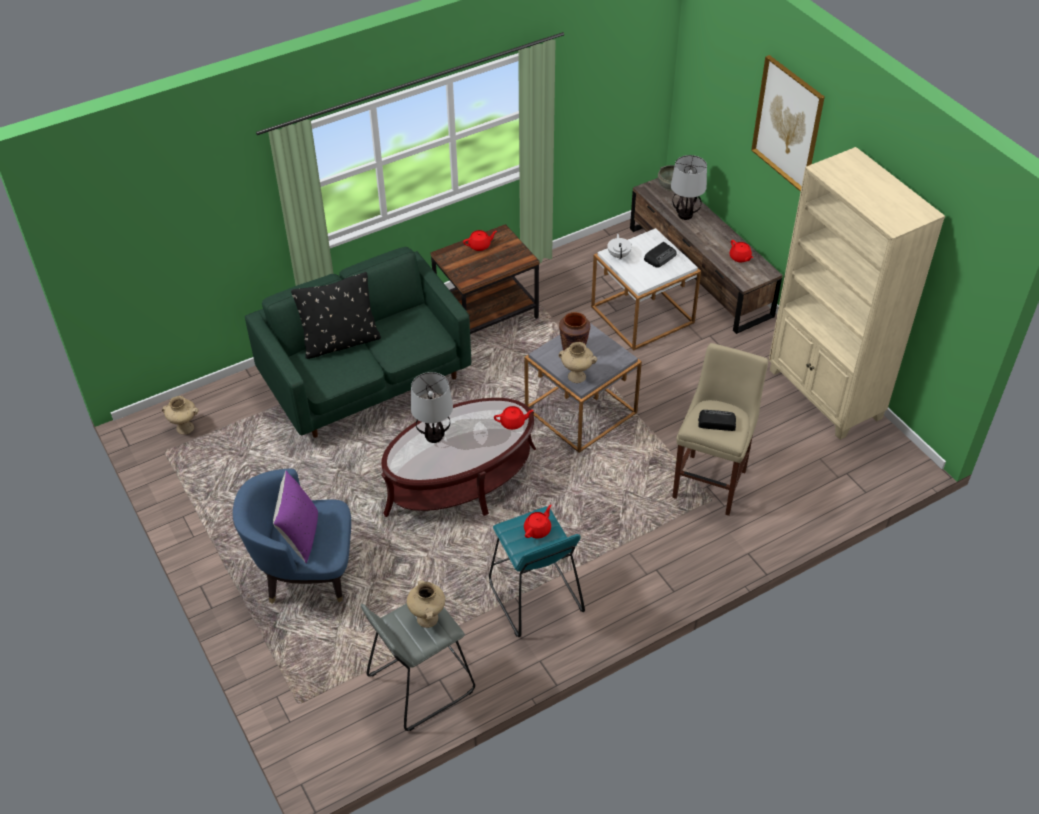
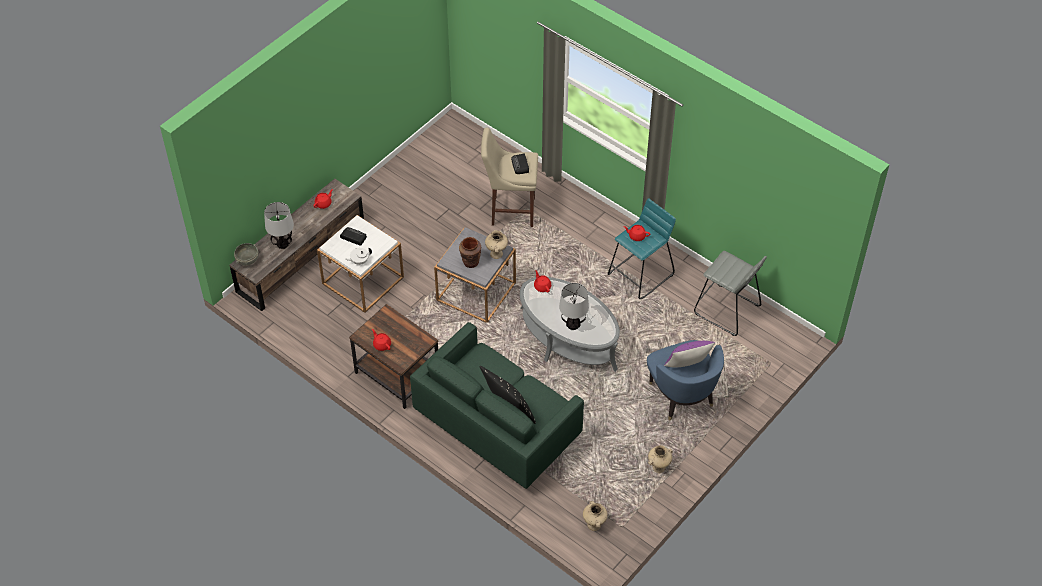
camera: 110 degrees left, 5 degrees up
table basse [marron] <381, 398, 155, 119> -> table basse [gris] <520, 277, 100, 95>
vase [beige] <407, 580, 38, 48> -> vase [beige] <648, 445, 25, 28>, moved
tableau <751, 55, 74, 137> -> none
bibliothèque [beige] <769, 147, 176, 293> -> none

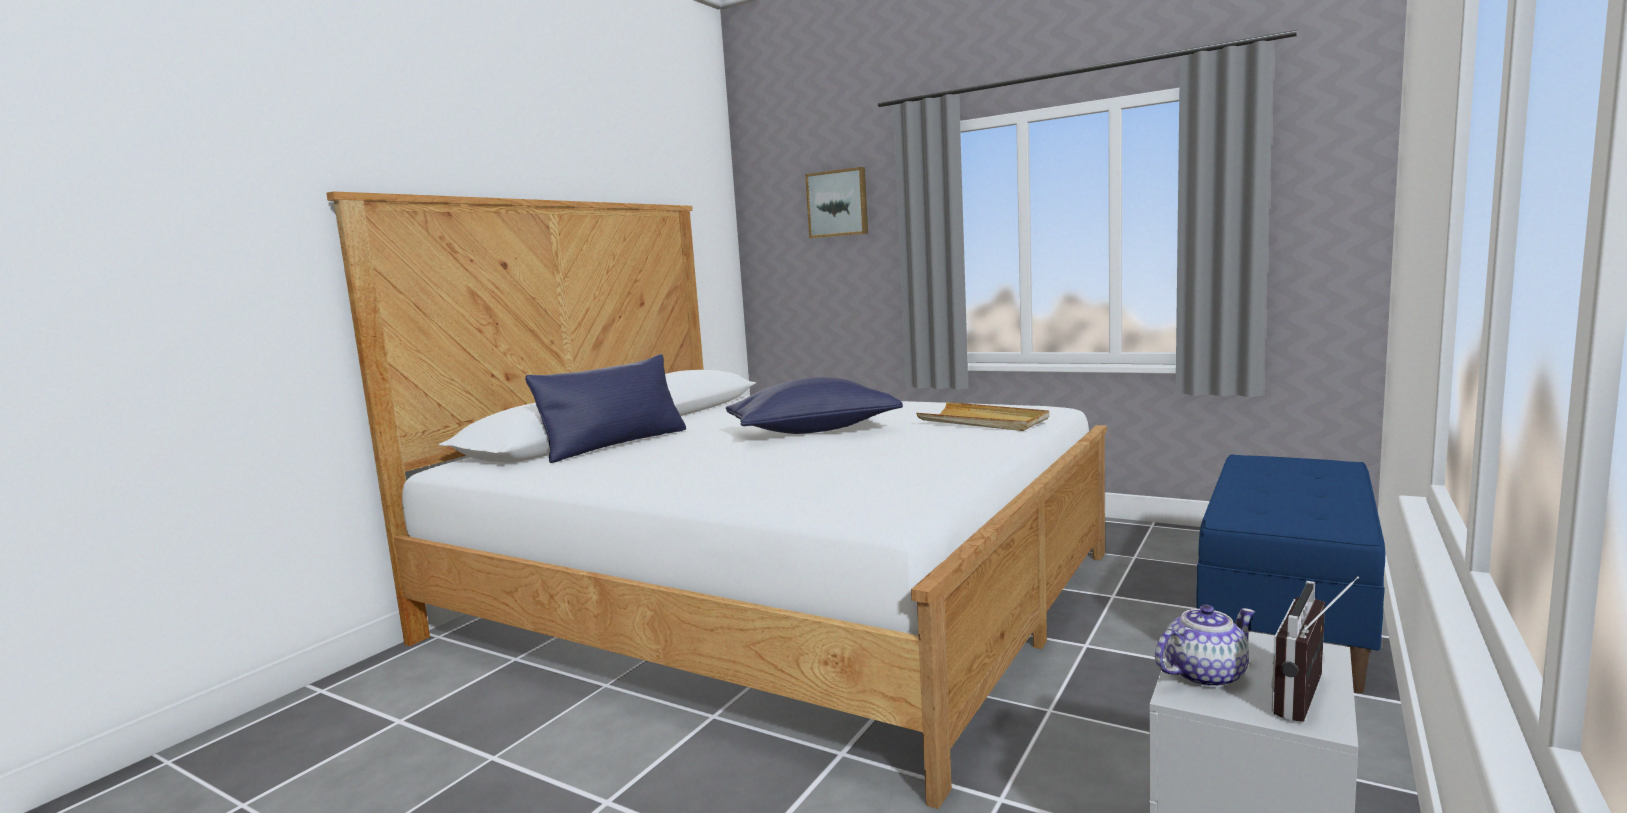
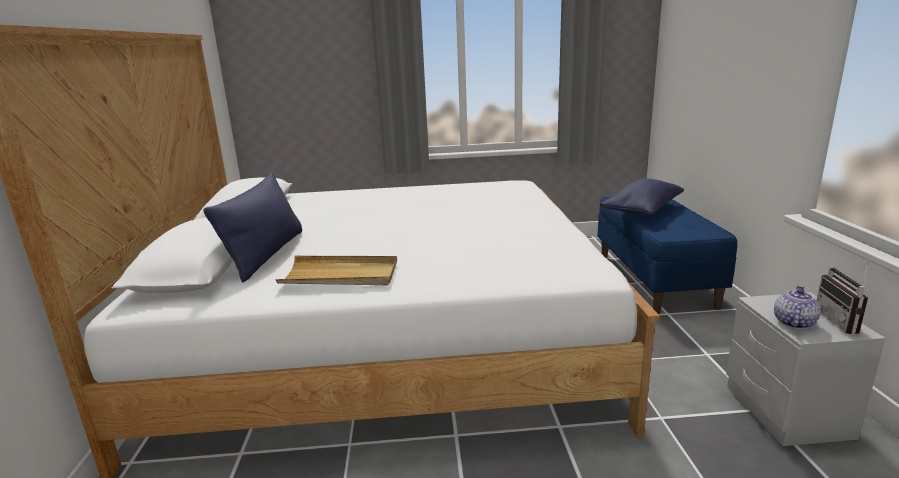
camera: 35 degrees left, 10 degrees up
plateau [beige] <916, 402, 133, 29> -> plateau [beige] <275, 256, 122, 29>, moved
coussin [bleu] <726, 377, 177, 57> -> coussin [bleu] <600, 179, 84, 36>, moved
tableau <805, 167, 63, 71> -> none

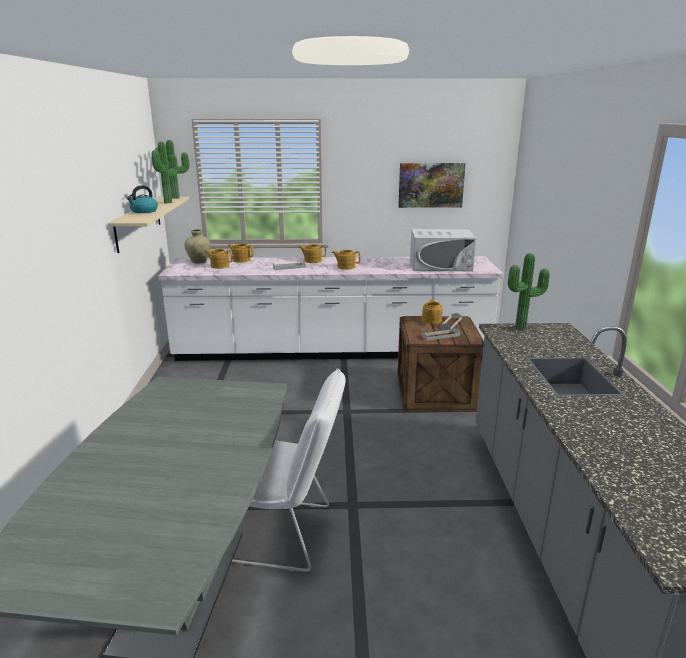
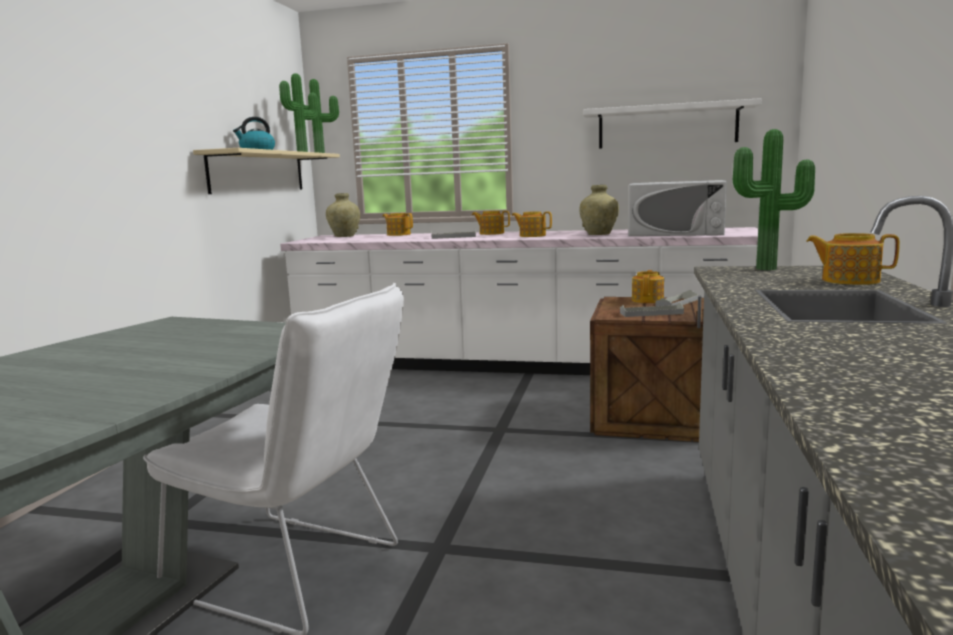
camera: 15 degrees right, 10 degrees down
none -> vase [beige] <579, 185, 40, 50>
tableau <398, 163, 68, 45> -> étagère [blanc] <583, 98, 178, 51>
théière <205, 249, 28, 20> -> théière <807, 233, 93, 52>, moved

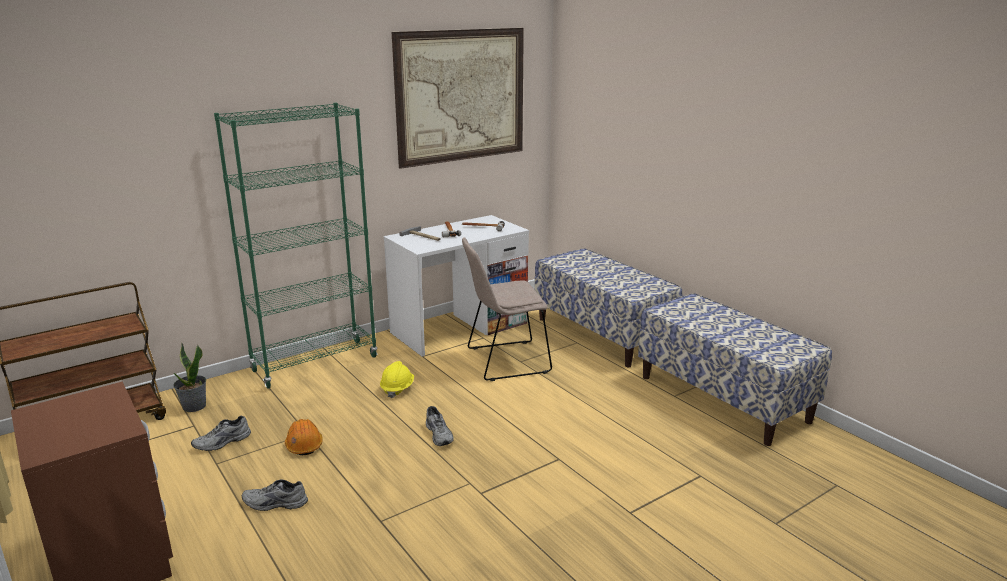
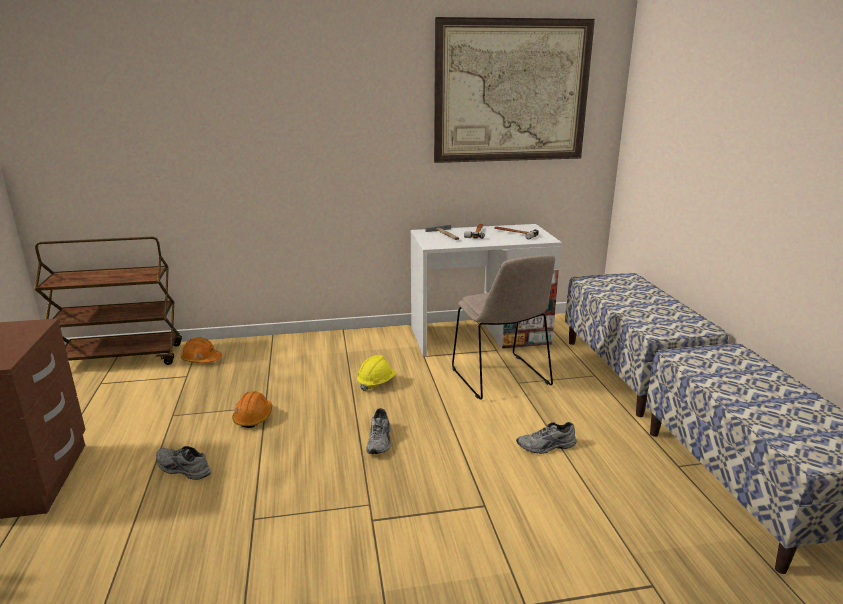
camera: 25 degrees right, 0 degrees up
plante en pot <173, 344, 33, 68> -> casque de chantier [orange] <181, 337, 41, 26>
chaise [beige] <462, 237, 90, 144> -> chaise [beige] <452, 255, 103, 145>, 120 degrees counterclockwise
chaussure [gris] <191, 416, 60, 35> -> chaussure [gris] <516, 422, 61, 32>, moved
bibliothèque [vert] <214, 103, 164, 286> -> none

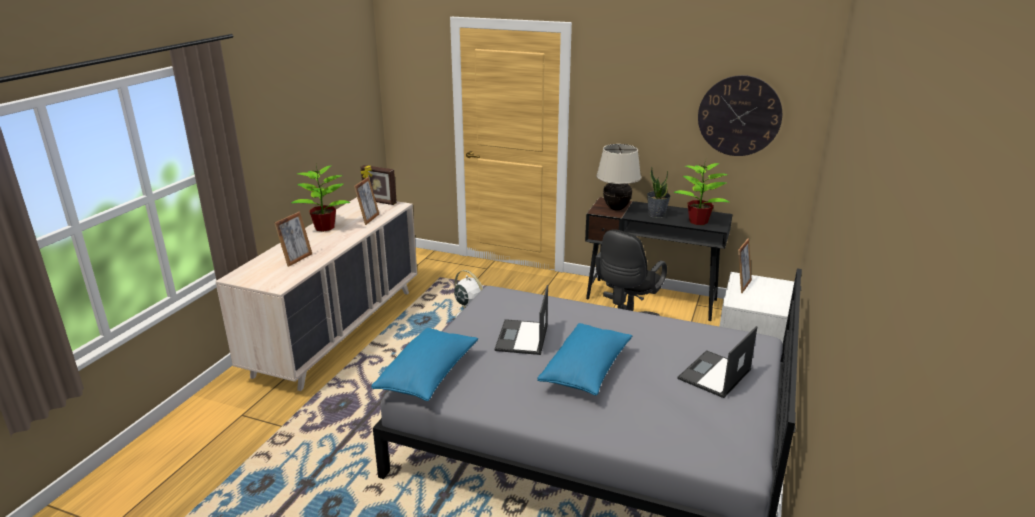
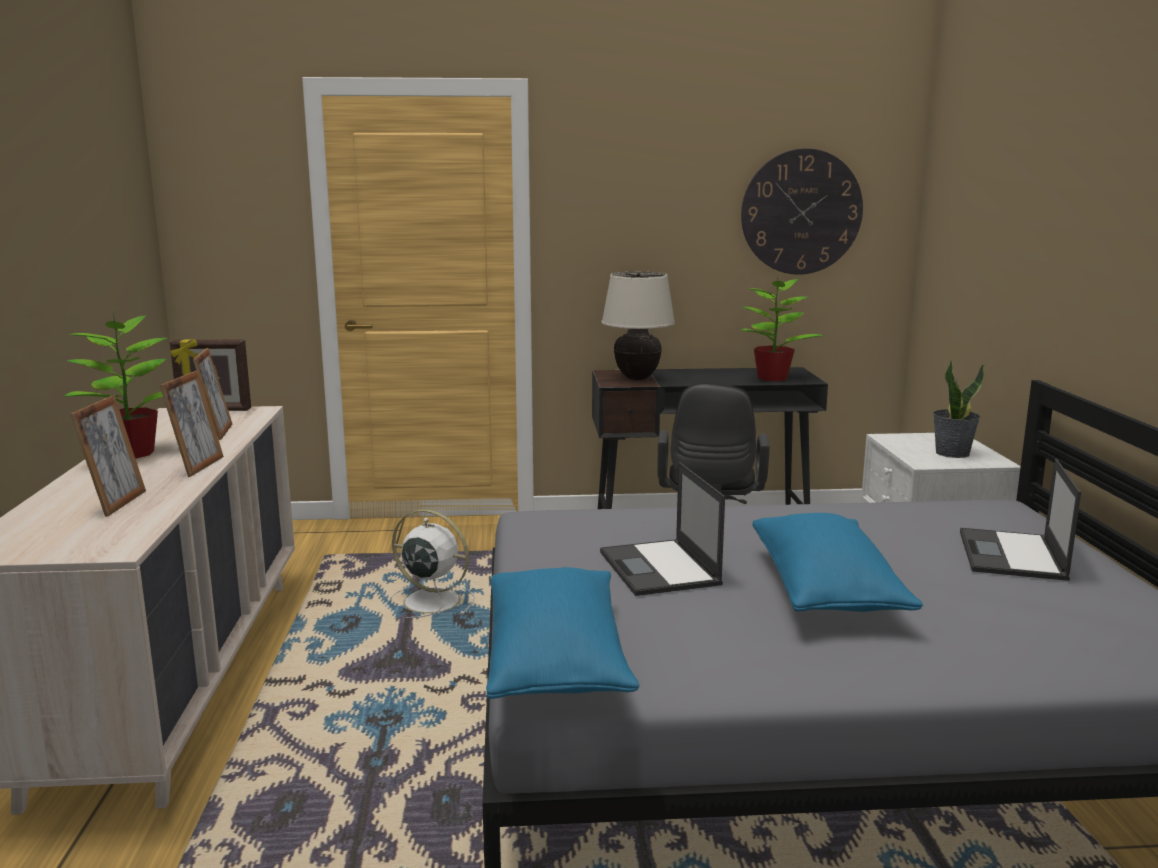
camera: 25 degrees left, 10 degrees down
cadre photo <738, 238, 14, 55> -> cadre photo <160, 370, 64, 107>, moved
plante en pot <647, 166, 23, 52> -> plante en pot <933, 359, 51, 99>, moved

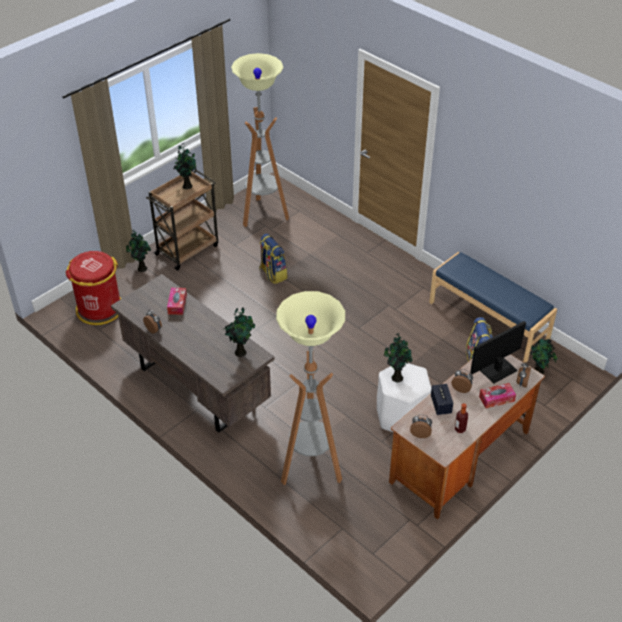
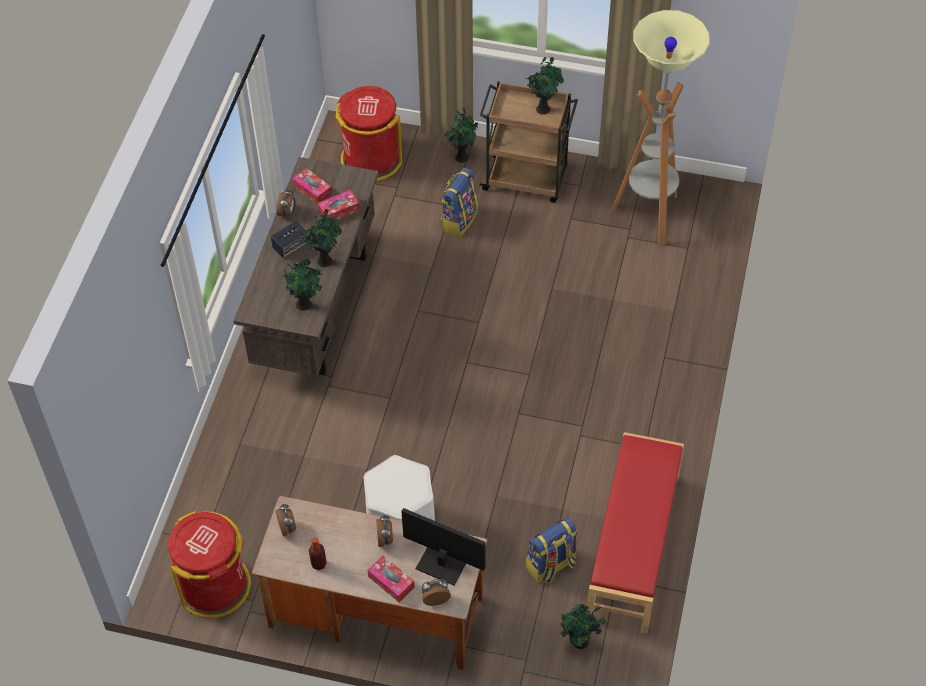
camera: 60 degrees right, 10 degrees up
none -> poubelle [rouge] <168, 511, 83, 107>
enceinte <431, 384, 22, 31> -> enceinte <271, 221, 36, 37>, moved
none -> boîte à mouchoirs <292, 168, 40, 37>
plante en pot <384, 333, 29, 49> -> plante en pot <301, 209, 41, 58>, moved
sac à dos <259, 233, 28, 51> -> sac à dos <440, 168, 38, 69>, moved
banc [bleu] <429, 252, 128, 110> -> banc [rouge] <587, 432, 97, 202>
lampadaire <276, 291, 69, 194> -> none

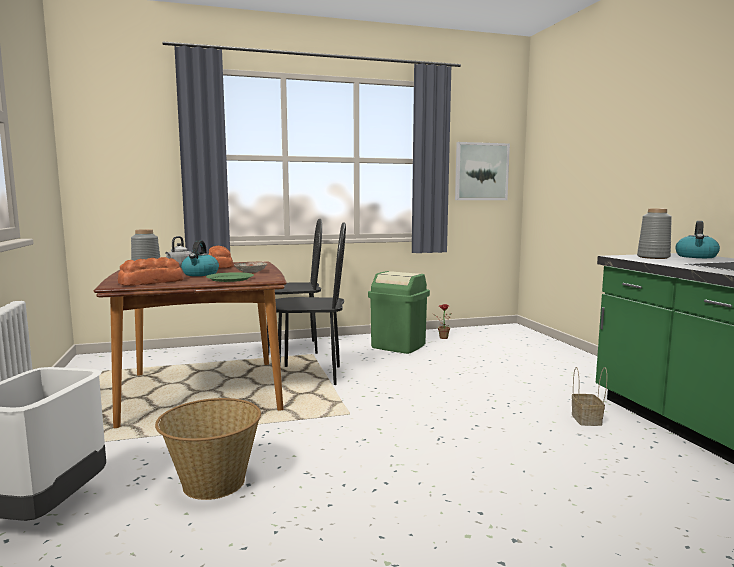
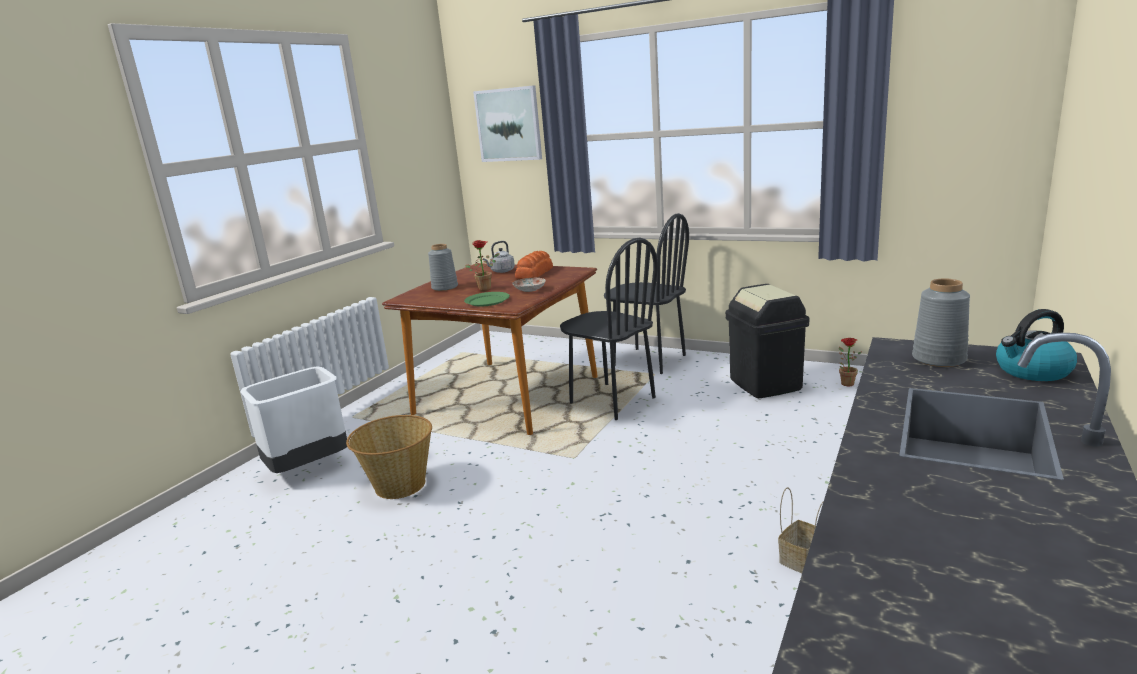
camera: 45 degrees right, 10 degrees up
bouilloire <181, 240, 38, 36> -> plante en pot <465, 240, 35, 51>
tableau <455, 142, 55, 58> -> tableau <473, 85, 69, 77>, moved
poubelle [vert] <368, 271, 62, 83> -> poubelle [noir] <725, 284, 84, 114>
pain <118, 257, 65, 29> -> none

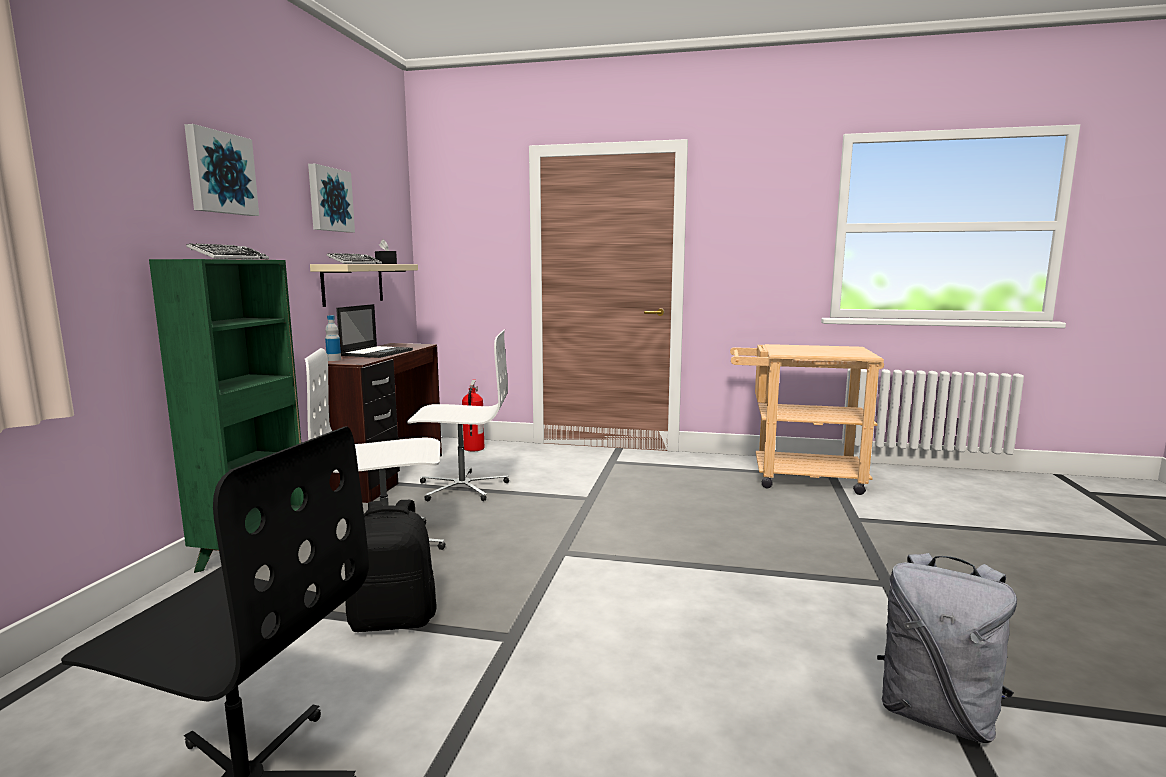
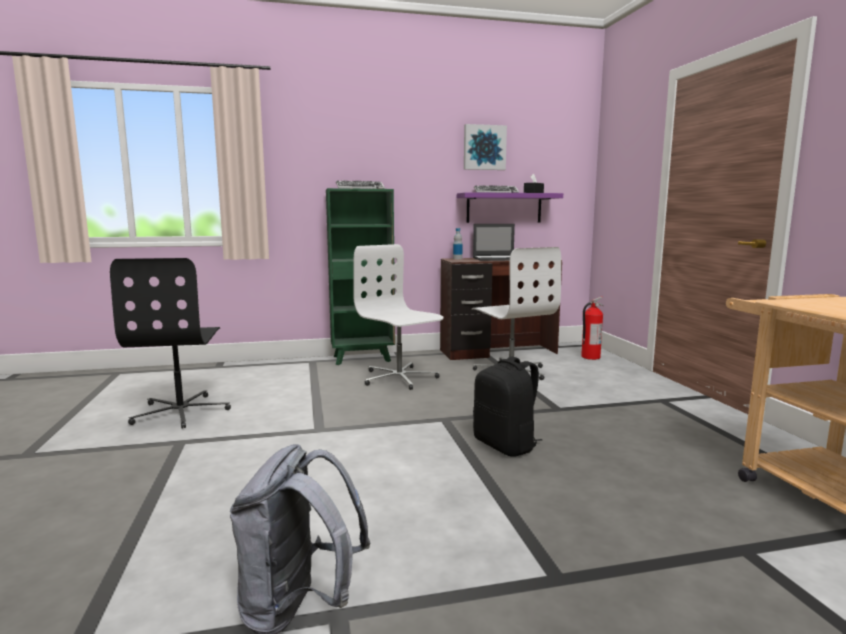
camera: 65 degrees right, 0 degrees up
étagère [beige] <310, 264, 108, 43> -> étagère [violet] <457, 192, 106, 31>
sac à dos [noir] <344, 500, 92, 132> -> sac à dos [noir] <473, 356, 69, 101>, moved
tableau <184, 124, 75, 92> -> none

